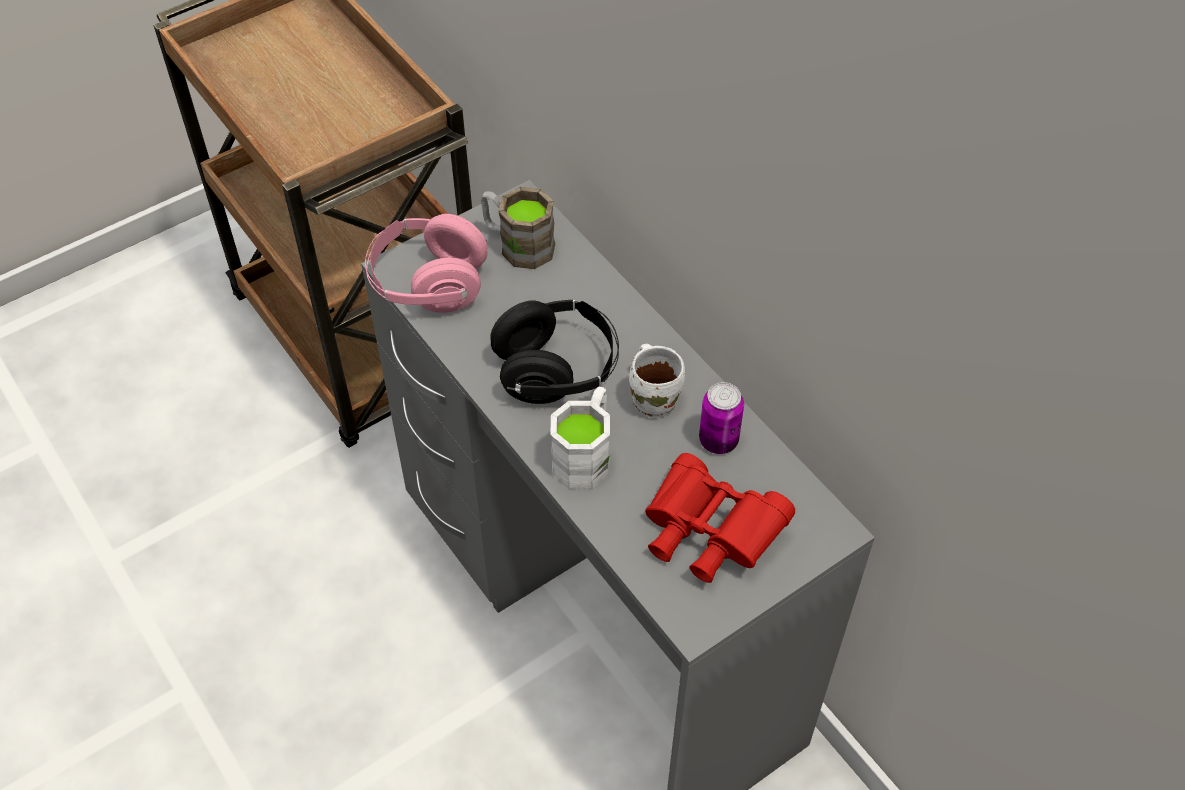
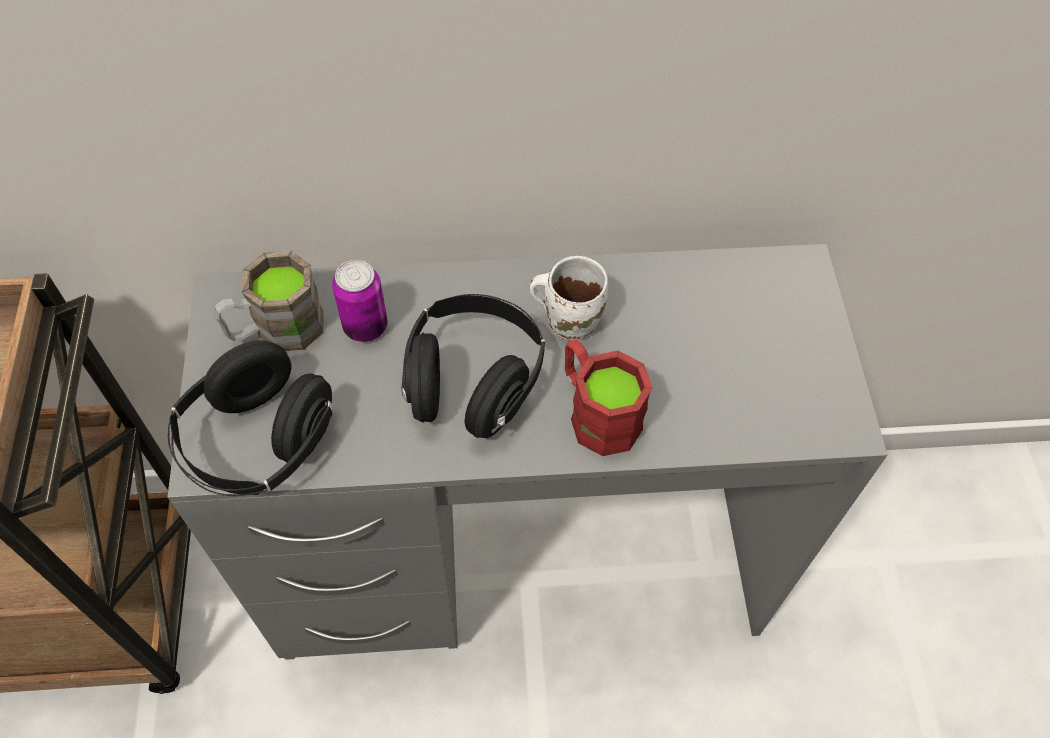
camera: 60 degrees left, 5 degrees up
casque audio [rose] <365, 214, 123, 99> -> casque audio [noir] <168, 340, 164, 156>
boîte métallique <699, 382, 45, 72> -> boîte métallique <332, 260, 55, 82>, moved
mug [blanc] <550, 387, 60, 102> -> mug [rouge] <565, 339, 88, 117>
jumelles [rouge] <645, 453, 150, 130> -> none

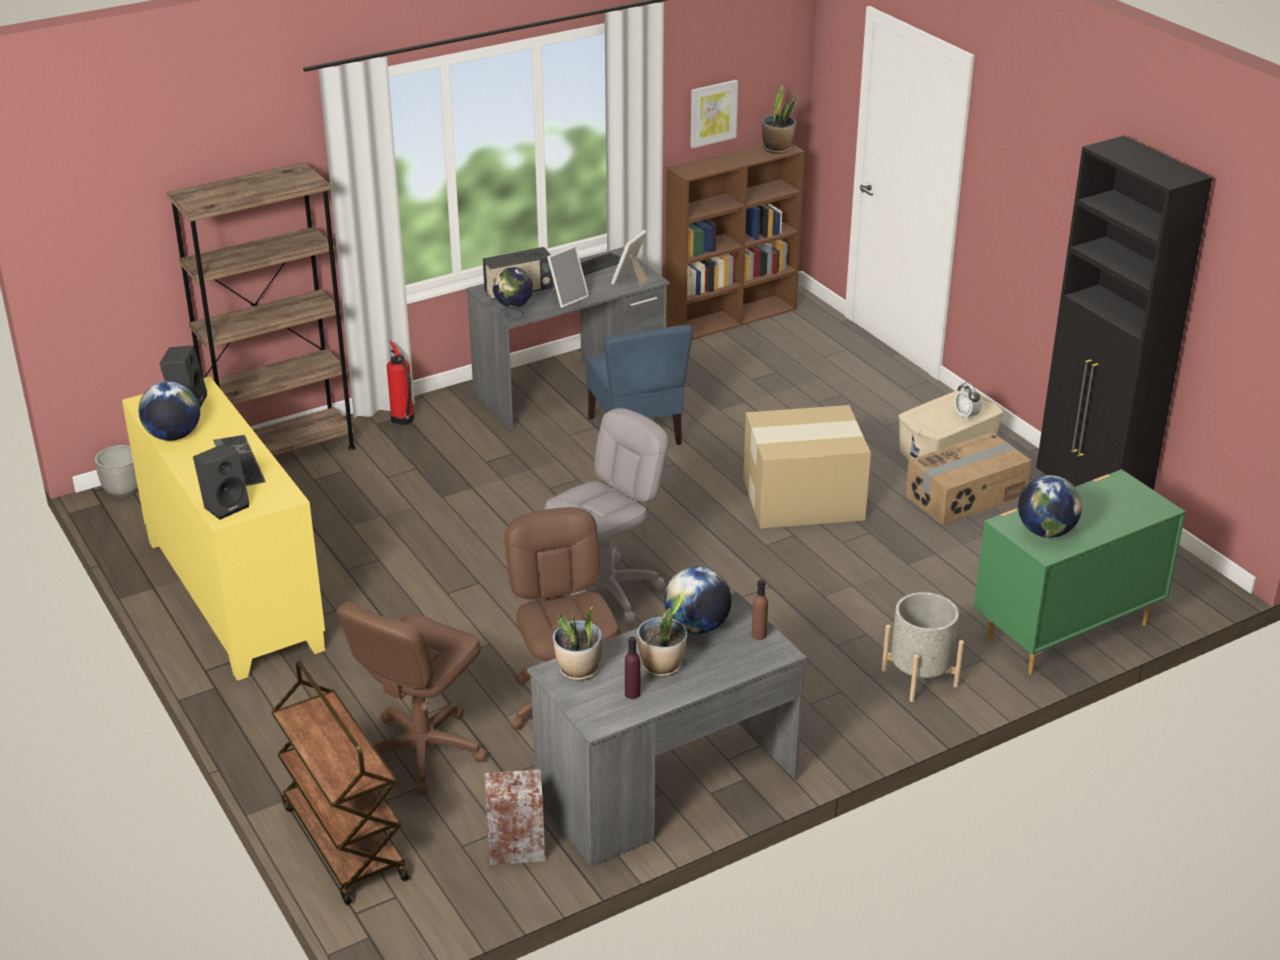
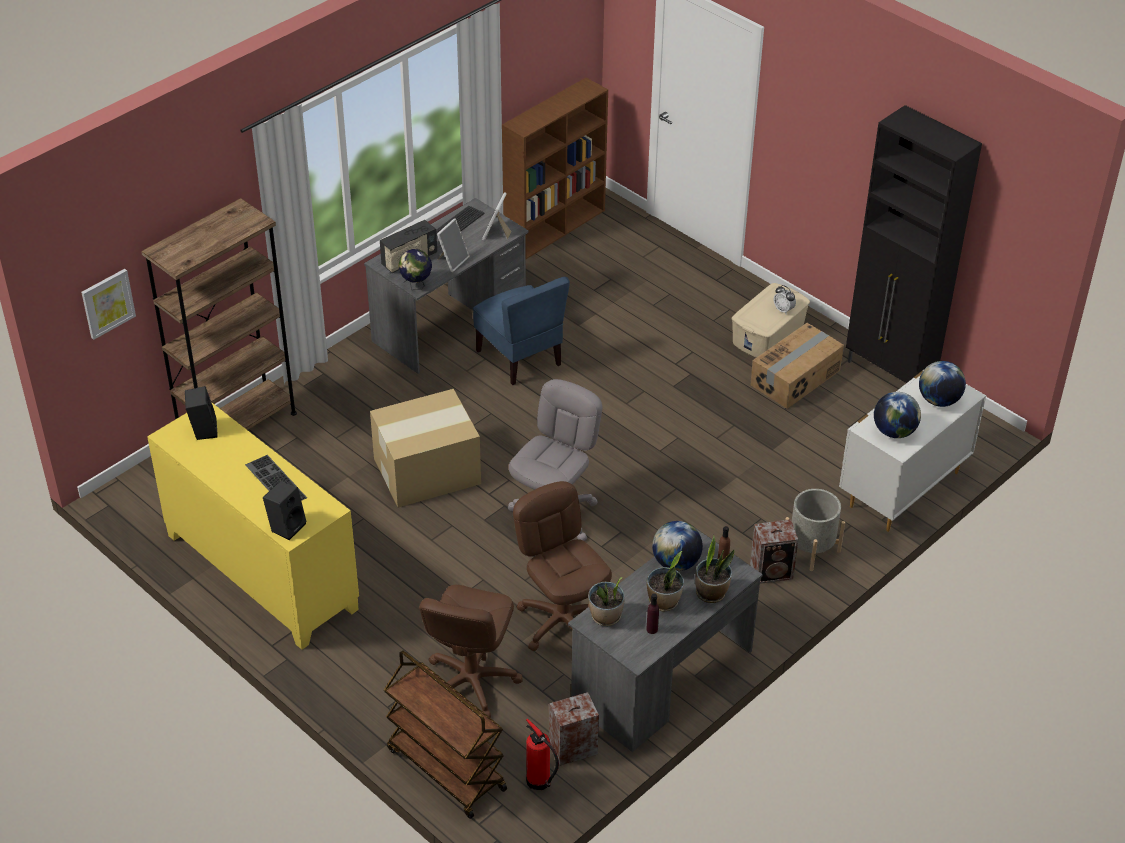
camera: 15 degrees left, 10 degrees up
tableau <690, 80, 48, 68> -> tableau <81, 269, 55, 71>, moved
carton <743, 405, 128, 124> -> carton <370, 389, 111, 119>, moved
extincteur <387, 341, 27, 84> -> extincteur <526, 718, 33, 72>, moved
plante en pot <762, 85, 35, 69> -> plante en pot <695, 535, 40, 68>, moved
none -> enceinte <750, 519, 49, 65>
commode [vert] <973, 469, 213, 206> -> commode [blanc] <839, 370, 147, 162>
globe <139, 381, 61, 60> -> globe <919, 361, 47, 46>, moved
cache-pot <94, 445, 44, 53> -> none

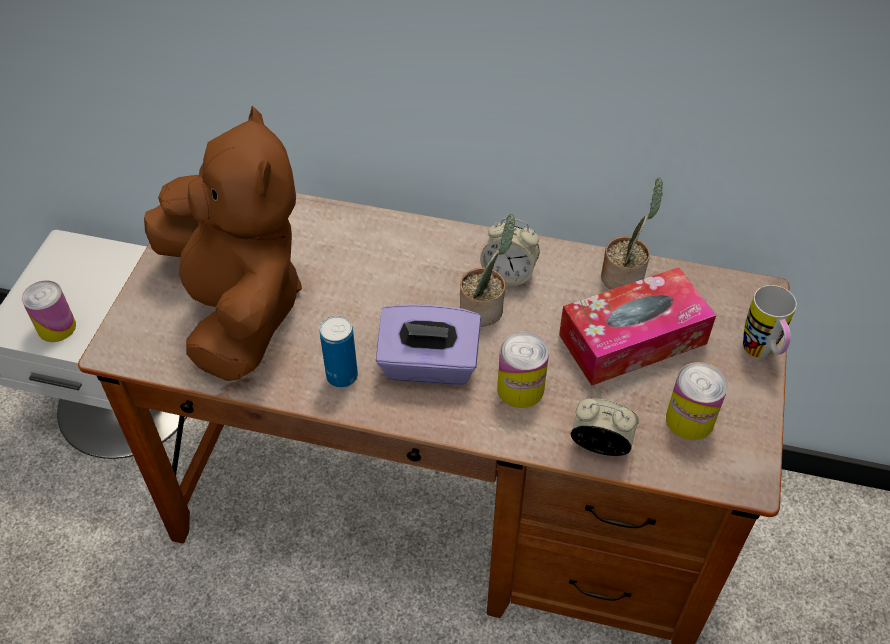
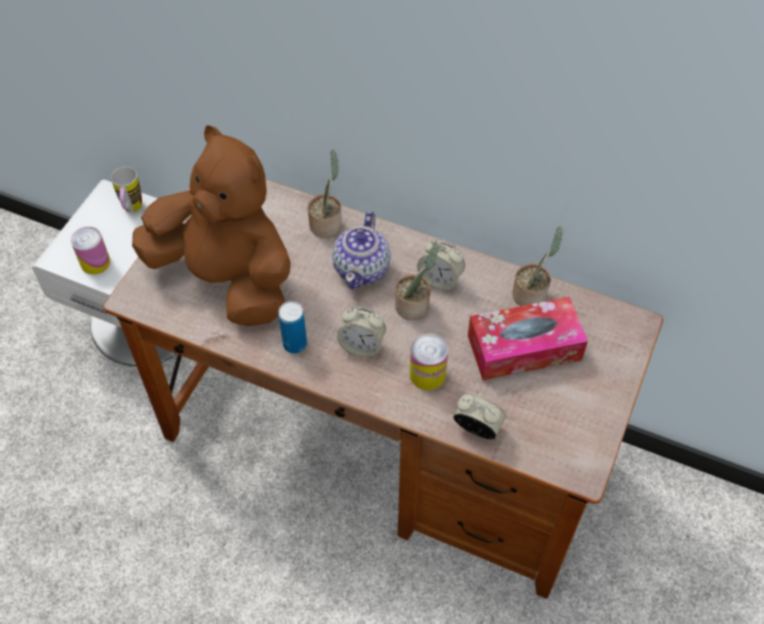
camera: 10 degrees right, 5 degrees up
mug <743, 285, 54, 73> -> mug <111, 167, 31, 45>, moved
peluche [marron] <144, 106, 158, 275> -> peluche [marron] <132, 125, 159, 201>, 45 degrees counterclockwise
none -> plante en pot <308, 150, 34, 88>
none -> théière <332, 211, 59, 78>
boîte à mouchoirs [violet] <376, 304, 105, 81> -> réveil <337, 306, 49, 51>
boîte métallique <666, 362, 62, 78> -> none

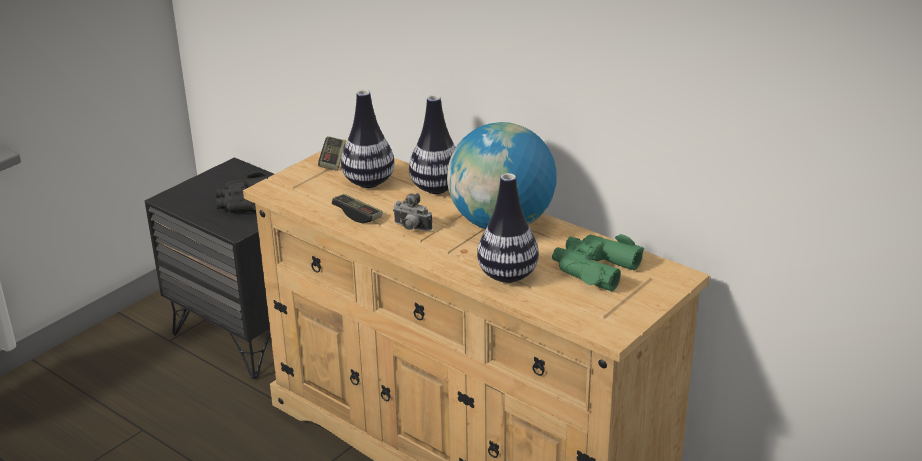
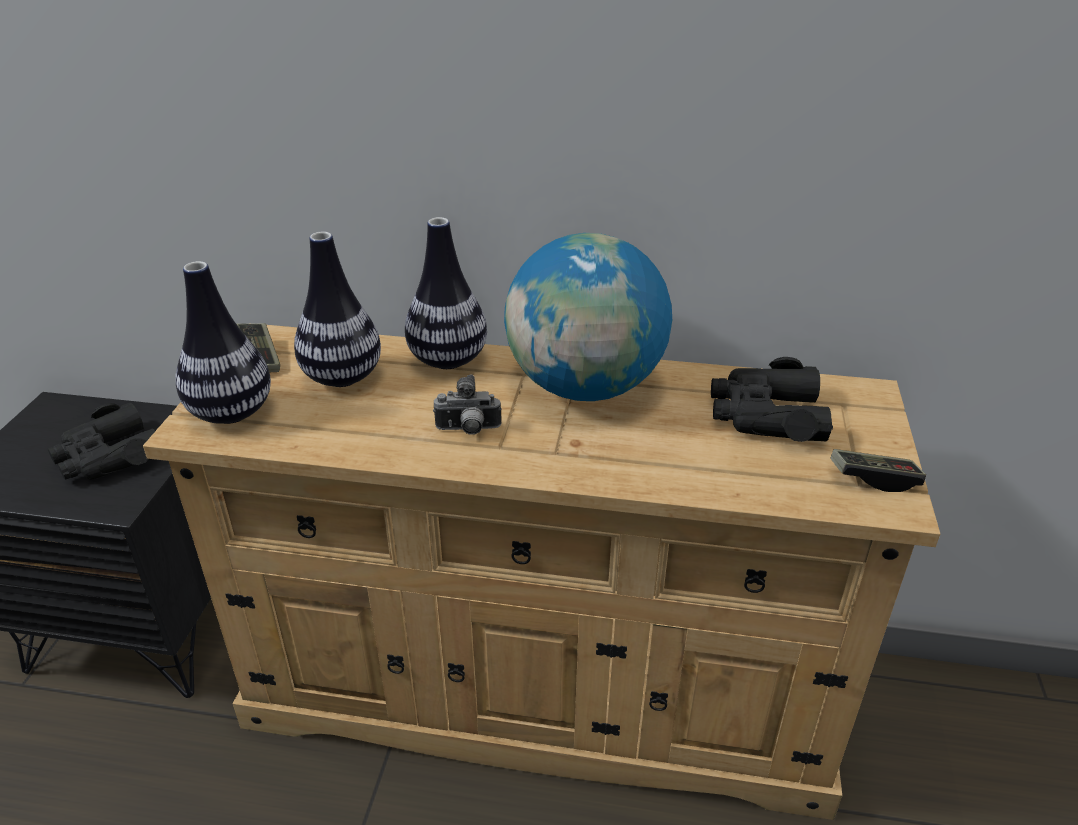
camera: 30 degrees left, 5 degrees up
vase <477, 173, 62, 110> -> vase <176, 261, 95, 163>, moved
jumelles [vert] <552, 234, 92, 57> -> jumelles [noir] <711, 357, 122, 85>
manette <332, 194, 51, 29> -> manette <831, 449, 95, 43>, moved

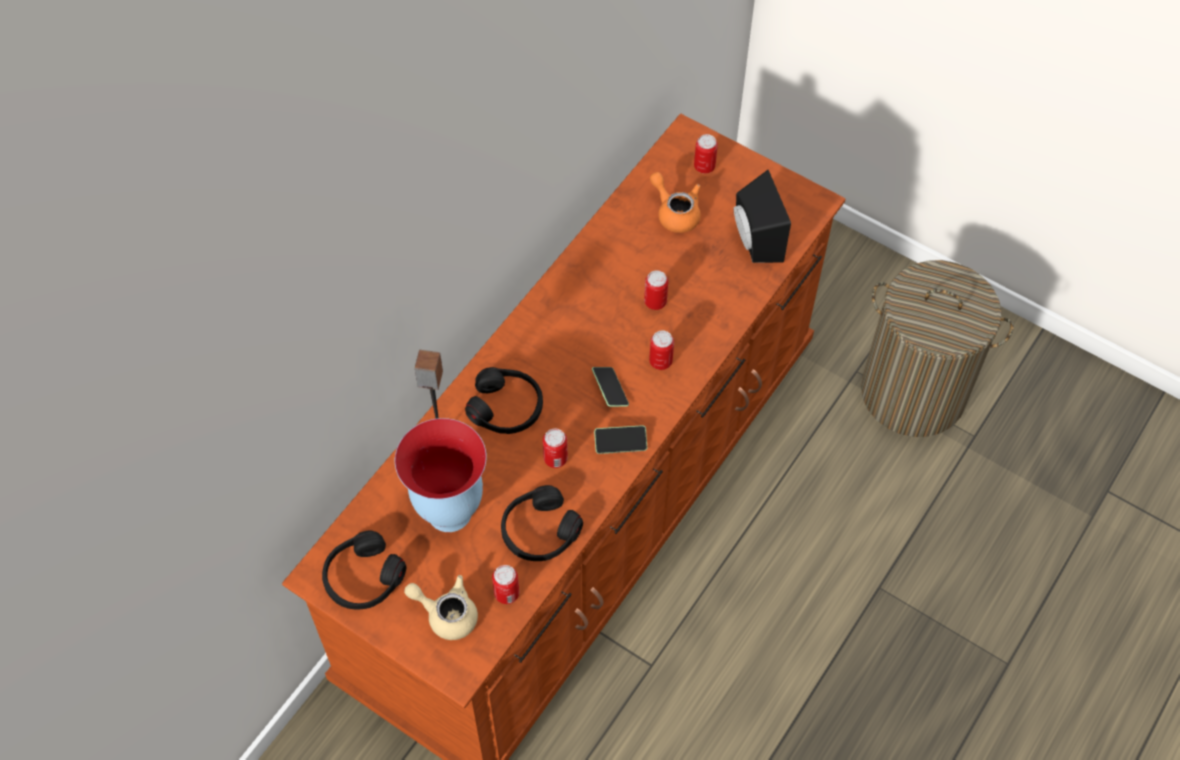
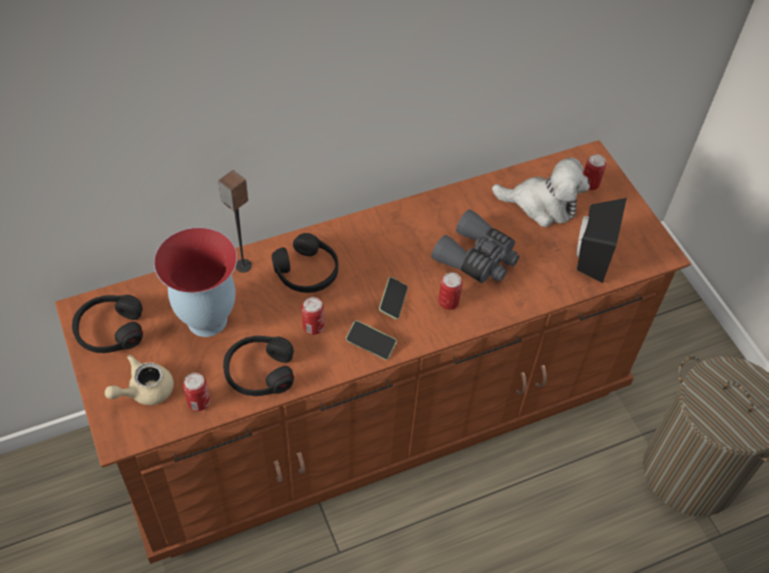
camera: 30 degrees right, 5 degrees down
théière [beige] <404, 575, 74, 65> -> théière [beige] <105, 355, 69, 50>, 90 degrees counterclockwise
boîte métallique <644, 270, 24, 40> -> jumelles [gris] <432, 209, 88, 74>
théière [orange] <650, 172, 51, 61> -> peluche <492, 157, 98, 70>

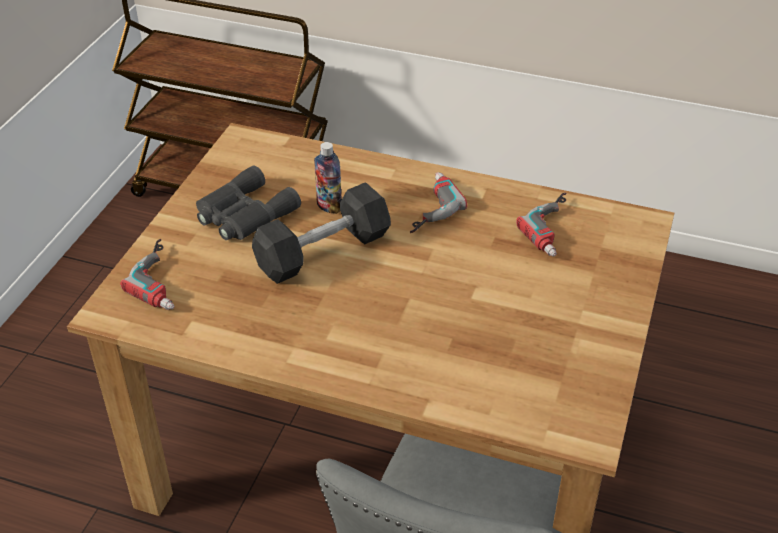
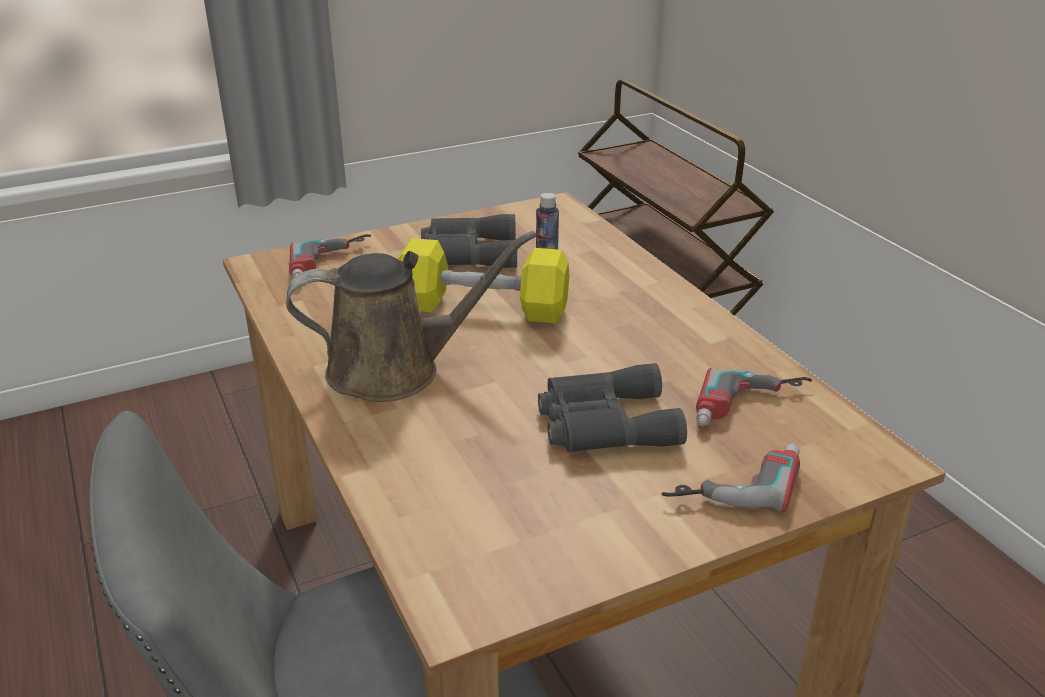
camera: 45 degrees right, 10 degrees down
none -> arrosoir [marron] <286, 231, 251, 171>
haltère [noir] <252, 182, 139, 102> -> haltère [jaune] <398, 238, 172, 85>
none -> jumelles [gris] <538, 363, 149, 89>
perceuse <410, 172, 57, 61> -> perceuse <662, 443, 138, 69>, moved

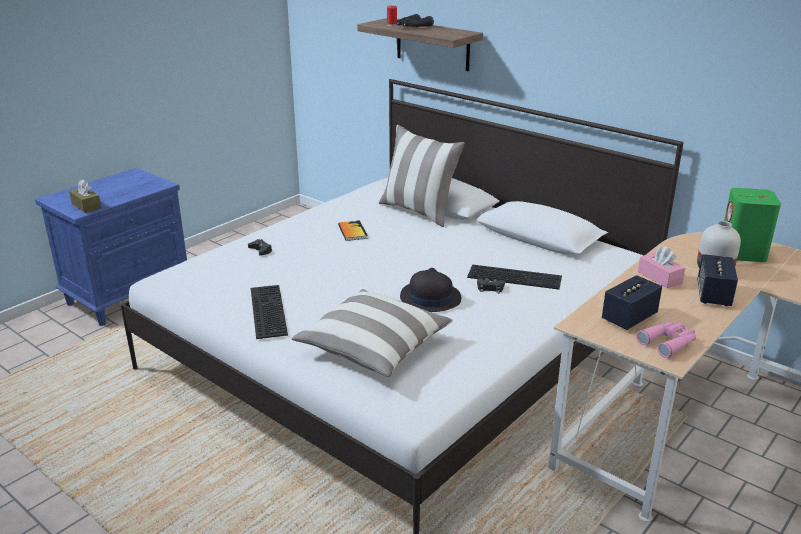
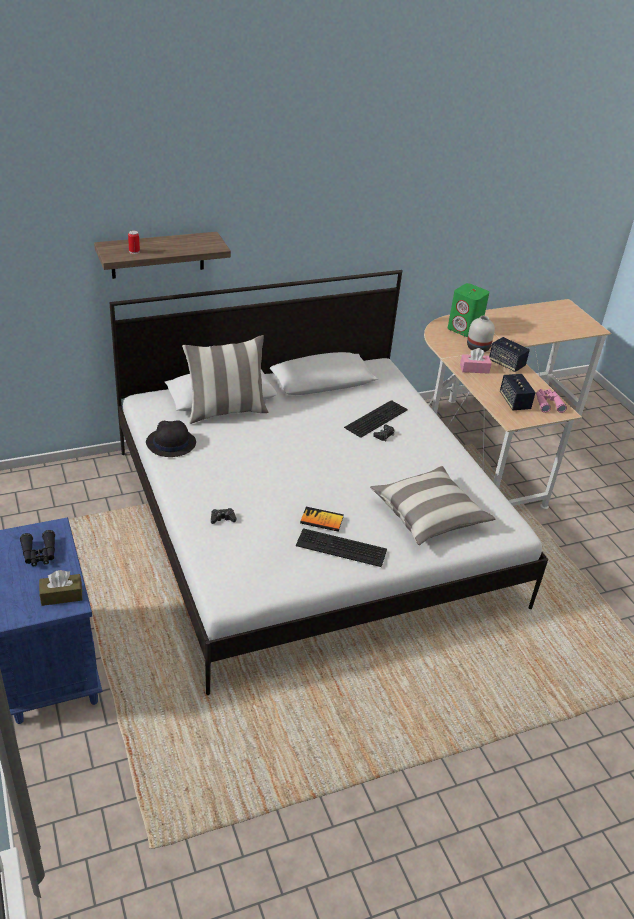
camera: 65 degrees left, 10 degrees up
jumelles [noir] <396, 14, 38, 13> -> jumelles [noir] <20, 530, 35, 36>, moved
chapeau [noir] <400, 268, 61, 44> -> chapeau [noir] <146, 420, 50, 37>, moved
livre <338, 220, 30, 21> -> livre <300, 507, 44, 25>, moved

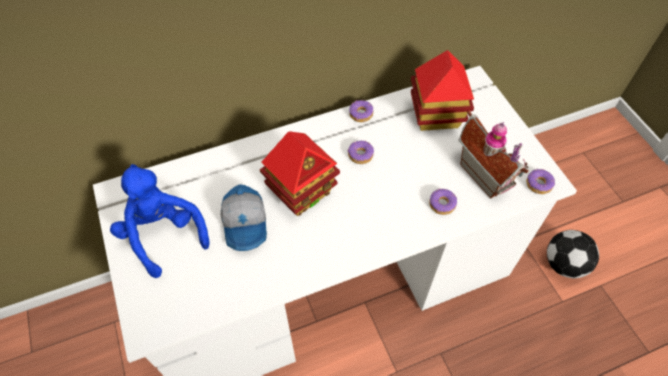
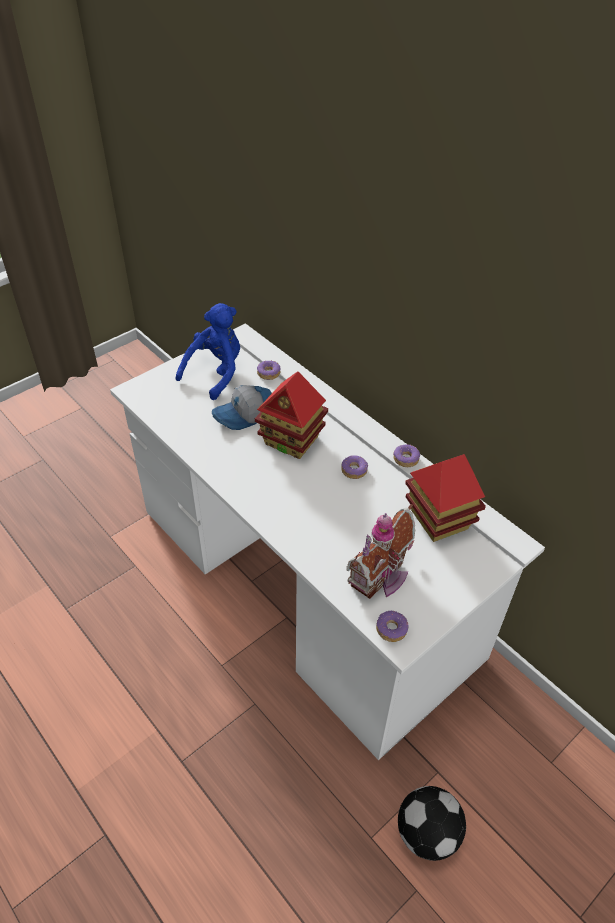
camera: 70 degrees right, 10 degrees down
beignet <429, 189, 28, 26> -> beignet <257, 360, 24, 20>, moved

